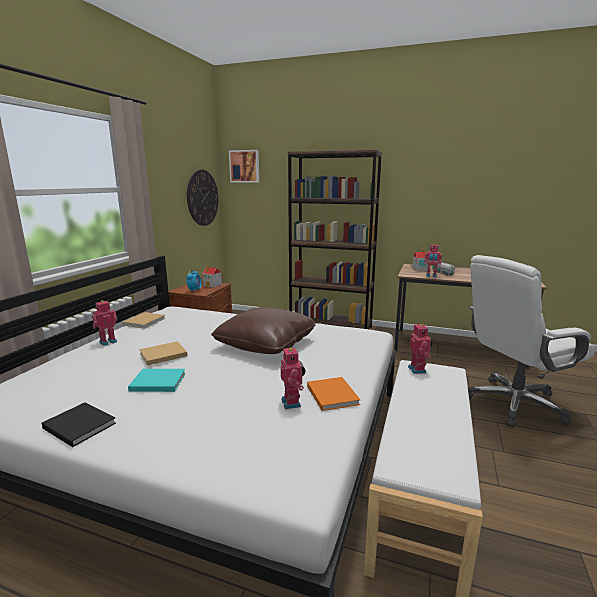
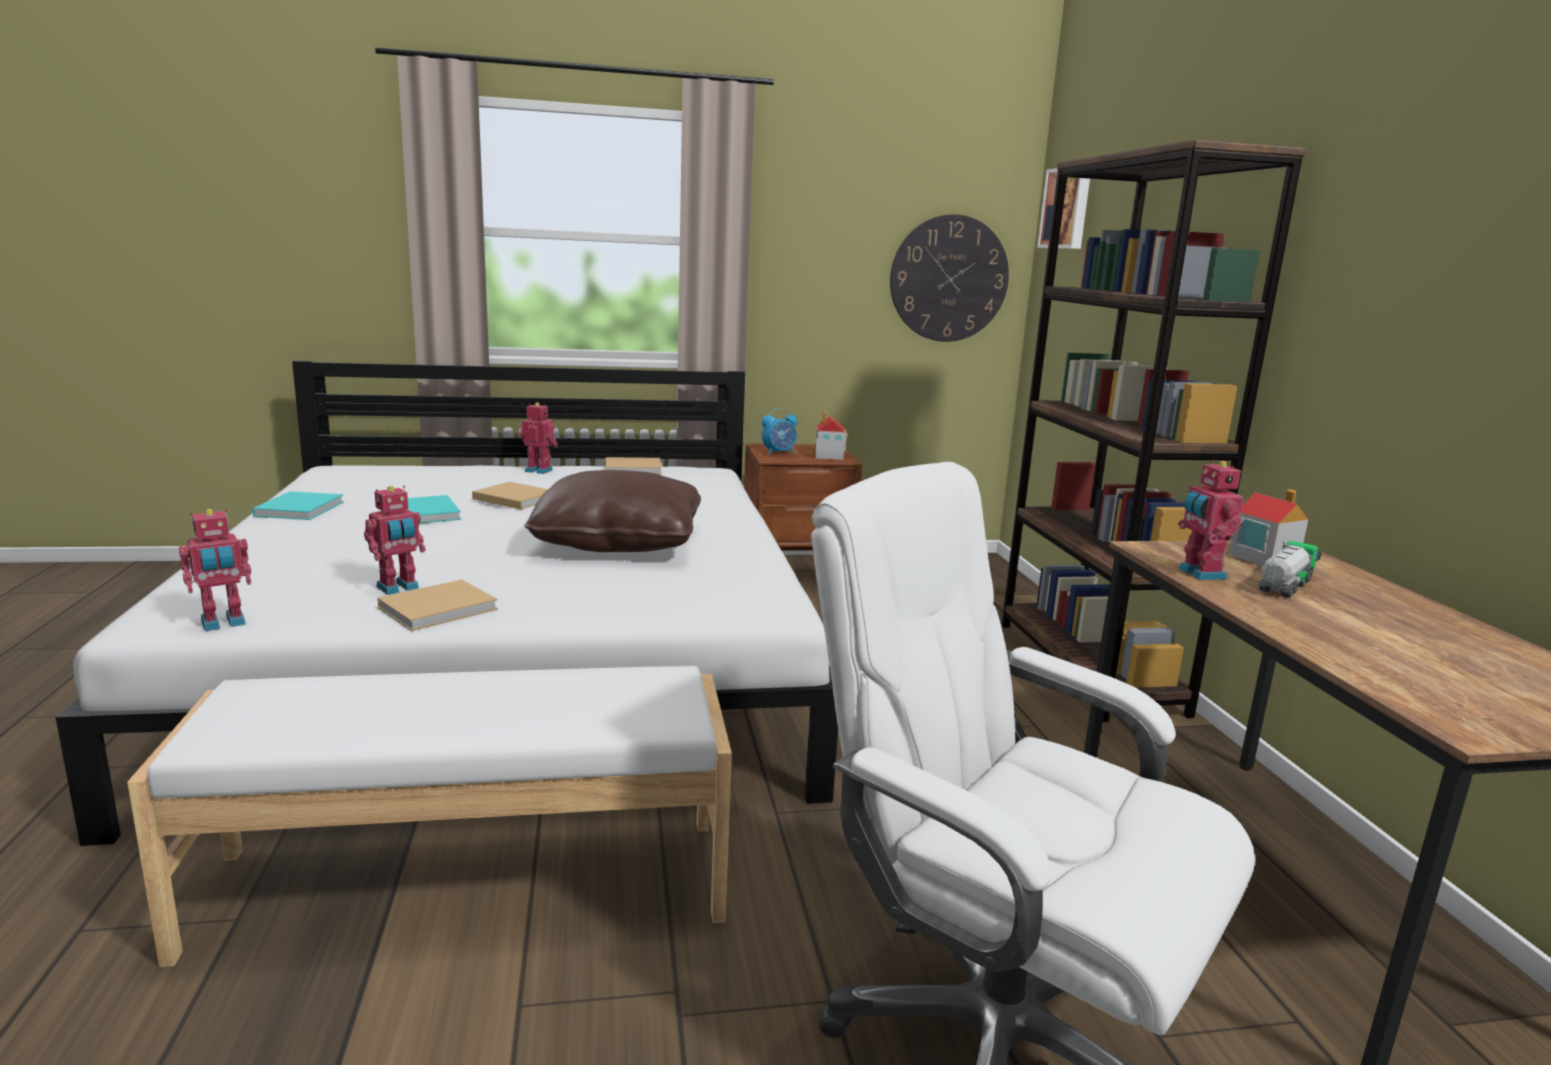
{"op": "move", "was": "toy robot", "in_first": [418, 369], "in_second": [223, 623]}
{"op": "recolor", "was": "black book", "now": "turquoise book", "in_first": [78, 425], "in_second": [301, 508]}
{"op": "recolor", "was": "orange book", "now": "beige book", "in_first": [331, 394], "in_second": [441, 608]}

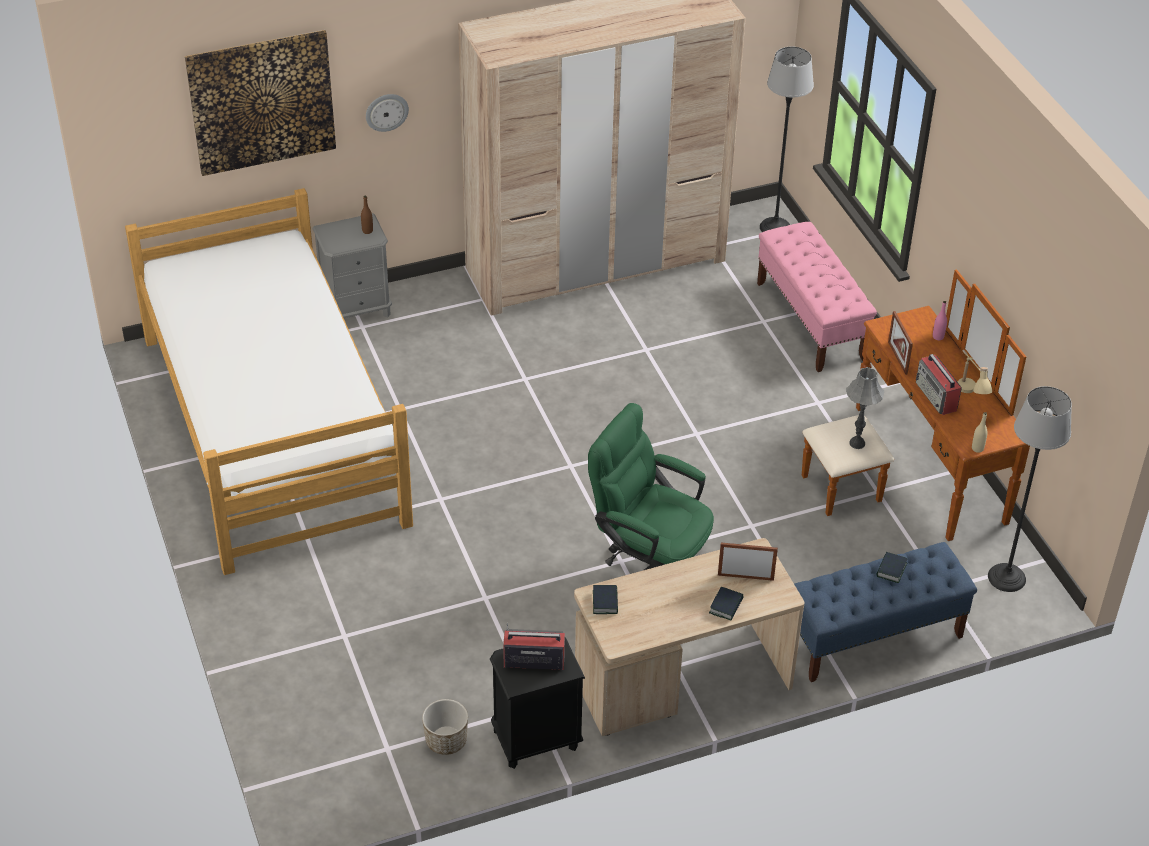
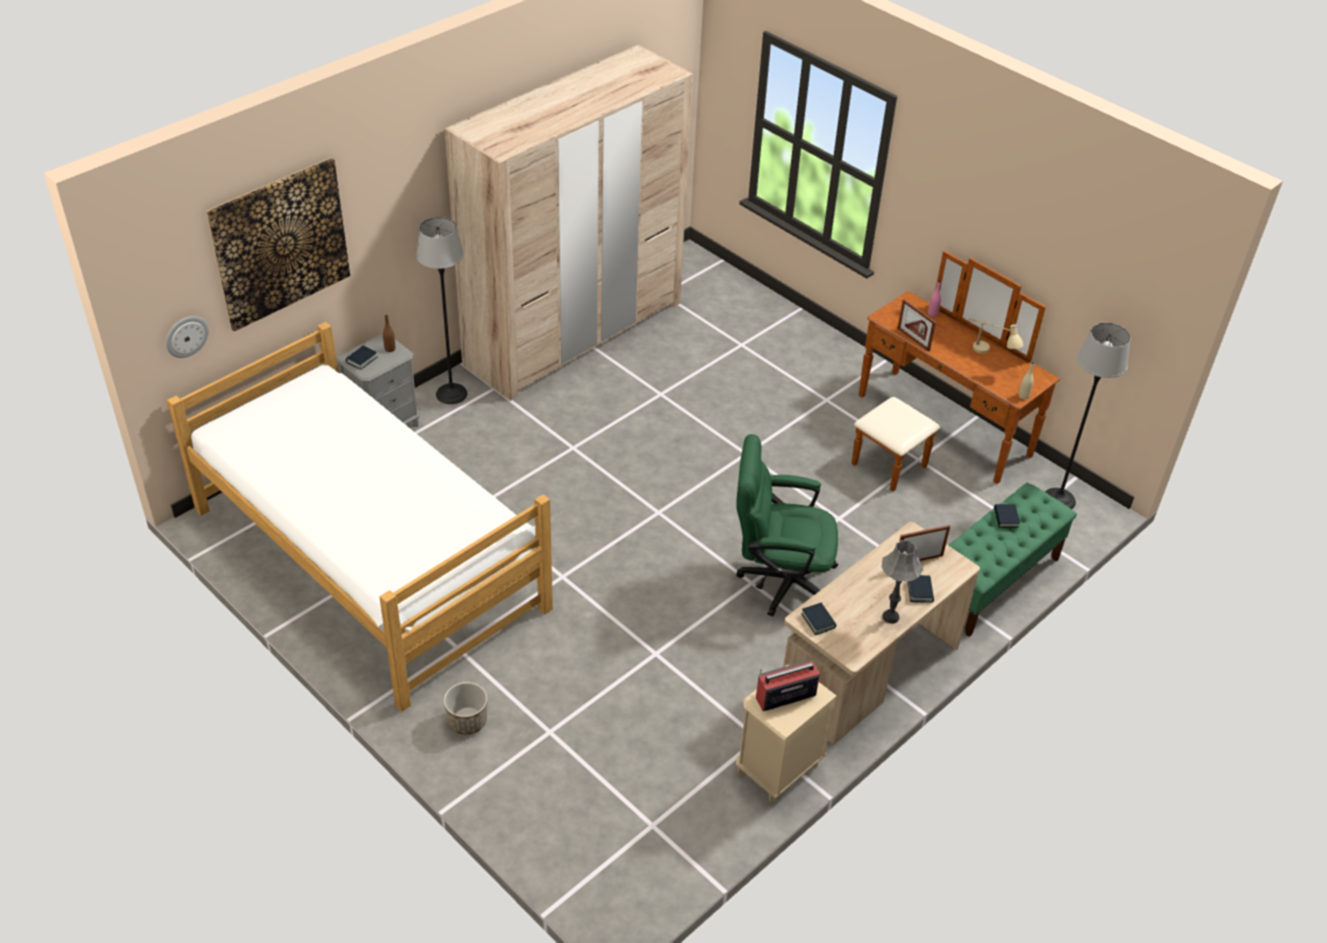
{"op": "move", "was": "wall clock", "in_first": [386, 112], "in_second": [186, 336]}
{"op": "insert", "now": "book", "in_second": [361, 360]}
{"op": "move", "was": "floor lamp", "in_first": [775, 227], "in_second": [451, 393]}
{"op": "move", "was": "planter", "in_first": [446, 740], "in_second": [467, 721]}
{"op": "recolor", "was": "black nightstand", "now": "beige nightstand", "in_first": [535, 740], "in_second": [777, 769]}
{"op": "move", "was": "grey table lamp", "in_first": [857, 443], "in_second": [890, 617]}
{"op": "recolor", "was": "blue bench", "now": "green bench", "in_first": [873, 637], "in_second": [992, 582]}
{"op": "delete", "was": "pink bench", "in_first": [811, 321]}
{"op": "delete", "was": "radio", "in_first": [936, 396]}

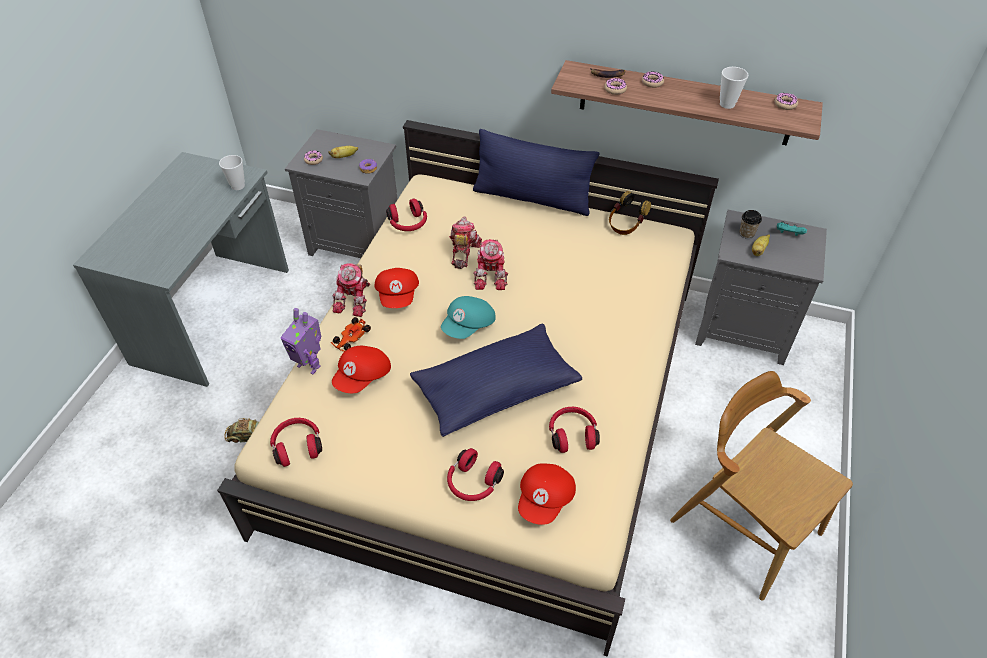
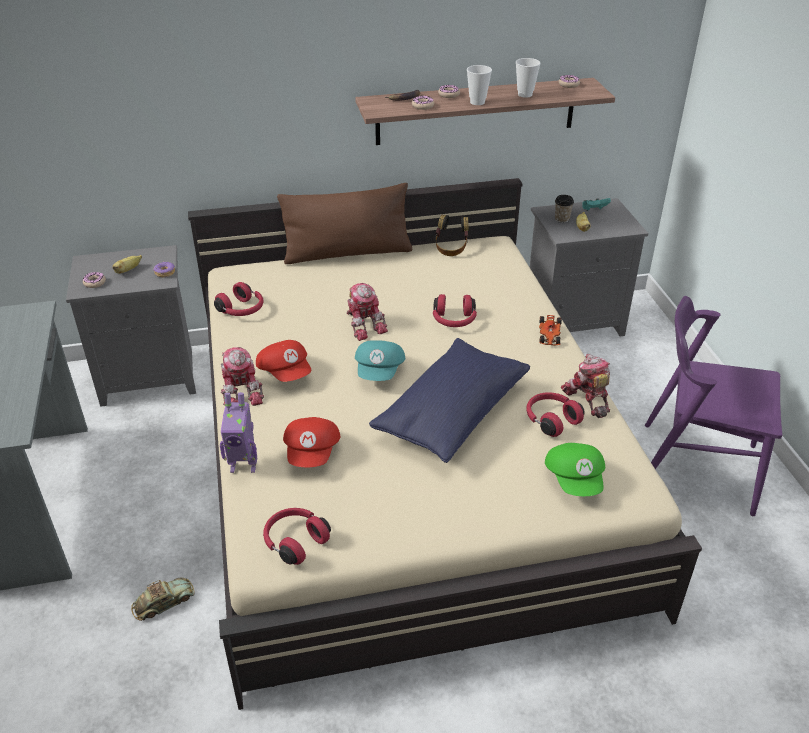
{"op": "recolor", "was": "blue pillow", "now": "brown pillow", "in_first": [532, 198], "in_second": [347, 253]}
{"op": "move", "was": "red headphones", "in_first": [473, 483], "in_second": [454, 320]}
{"op": "move", "was": "cup", "in_first": [238, 186], "in_second": [477, 102]}
{"op": "move", "was": "toy car", "in_first": [351, 338], "in_second": [549, 335]}
{"op": "recolor", "was": "red cap", "now": "green cap", "in_first": [545, 499], "in_second": [575, 479]}
{"op": "move", "was": "toy robot", "in_first": [463, 252], "in_second": [587, 398]}
{"op": "recolor", "was": "brown chair", "now": "purple chair", "in_first": [745, 526], "in_second": [696, 467]}

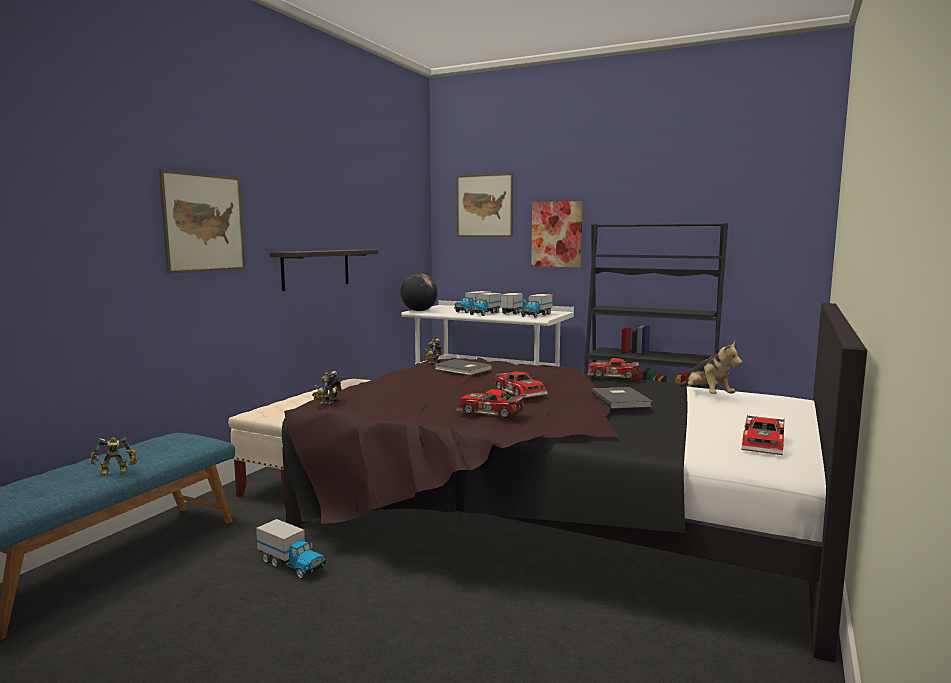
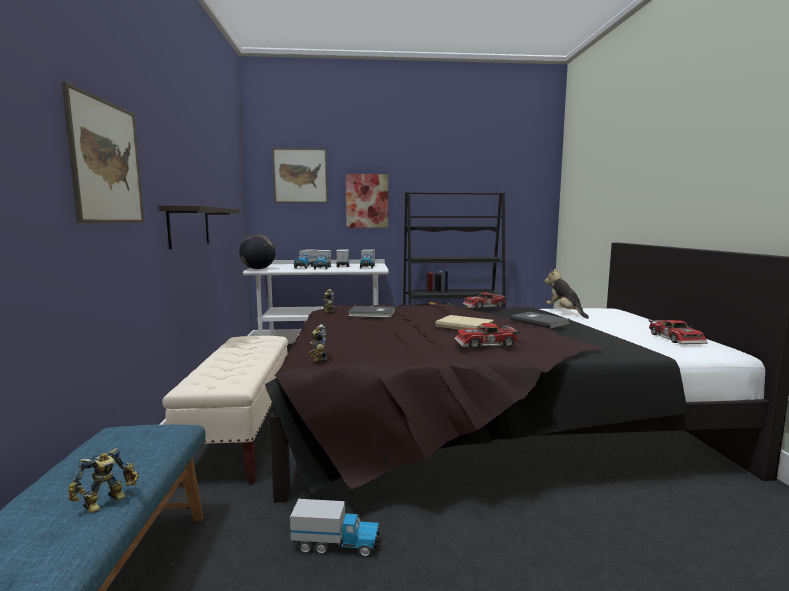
{"op": "replace", "was": "toy car", "now": "beige book", "in_first": [521, 392], "in_second": [464, 325]}
{"op": "rotate", "was": "plush toy", "in_first": [707, 395], "in_second": [565, 312], "clockwise": -150}

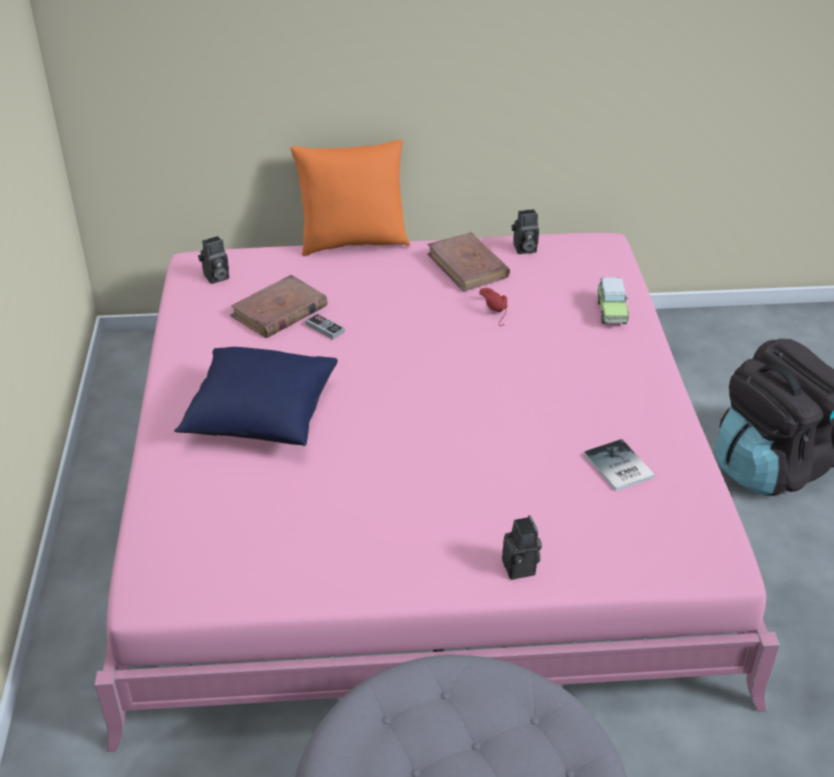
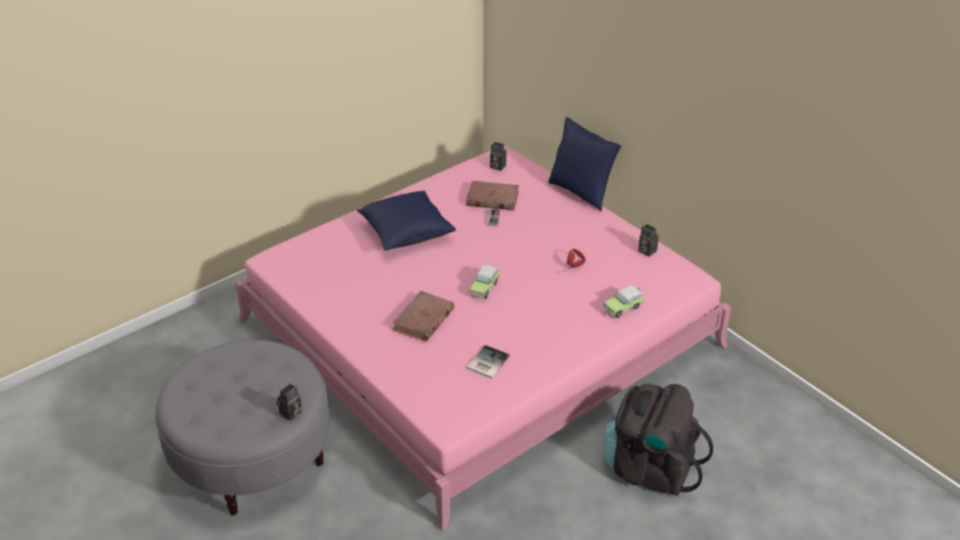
{"op": "move", "was": "photo camera", "in_first": [521, 568], "in_second": [291, 414]}
{"op": "move", "was": "brown book", "in_first": [468, 266], "in_second": [423, 319]}
{"op": "insert", "now": "toy car", "in_second": [484, 287]}
{"op": "recolor", "was": "orange pillow", "now": "blue pillow", "in_first": [353, 242], "in_second": [581, 192]}

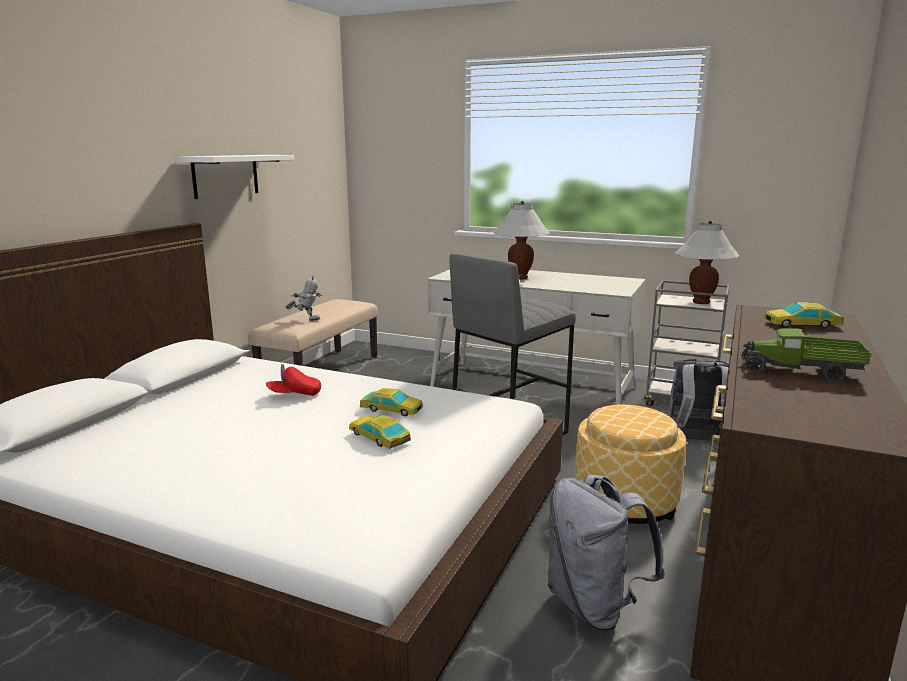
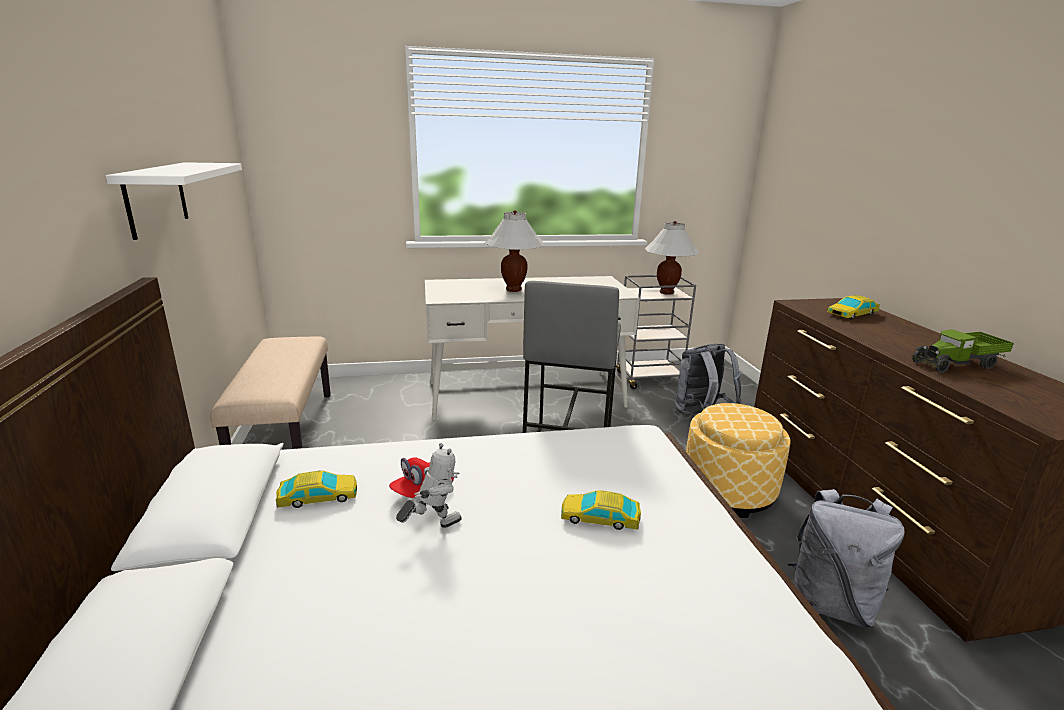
{"op": "move", "was": "toy car", "in_first": [391, 409], "in_second": [318, 496]}
{"op": "move", "was": "toy robot", "in_first": [306, 319], "in_second": [433, 526]}

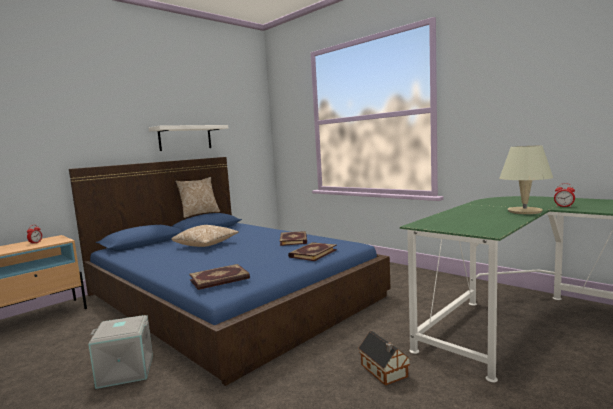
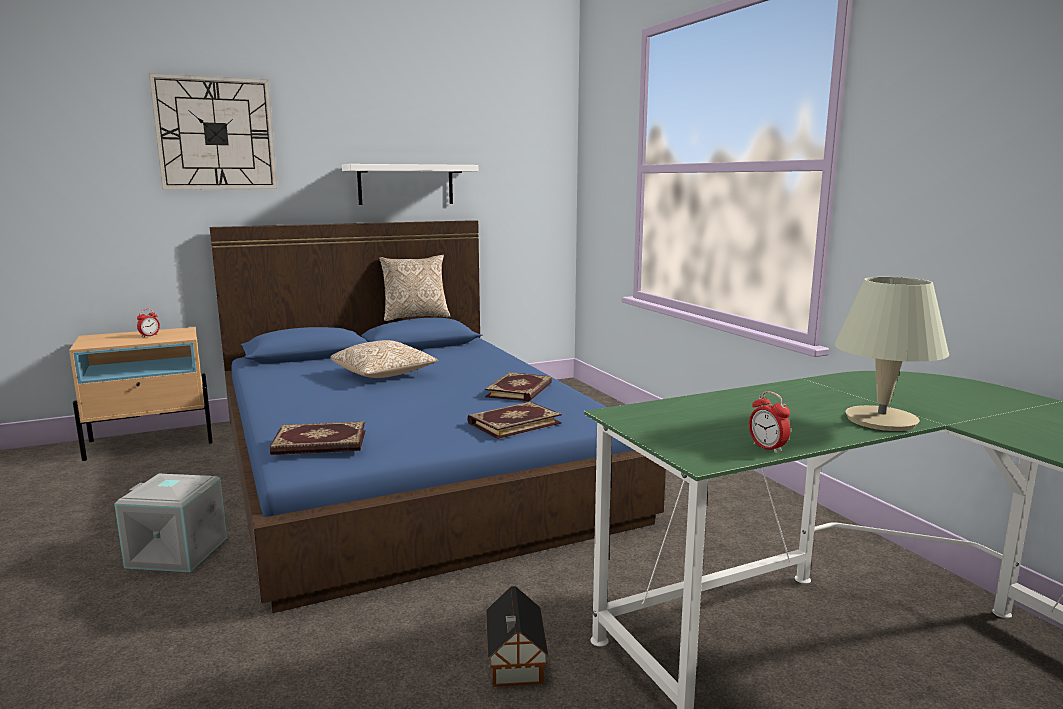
{"op": "insert", "now": "wall clock", "in_second": [215, 134]}
{"op": "move", "was": "alarm clock", "in_first": [564, 206], "in_second": [767, 448]}

